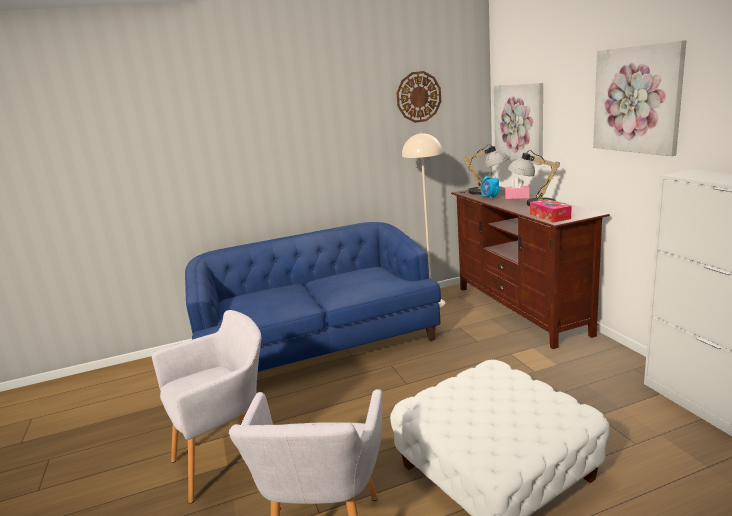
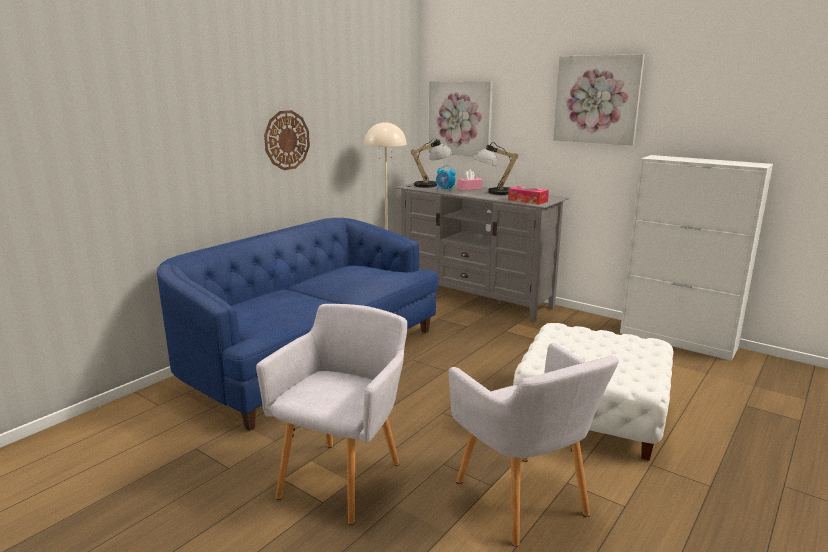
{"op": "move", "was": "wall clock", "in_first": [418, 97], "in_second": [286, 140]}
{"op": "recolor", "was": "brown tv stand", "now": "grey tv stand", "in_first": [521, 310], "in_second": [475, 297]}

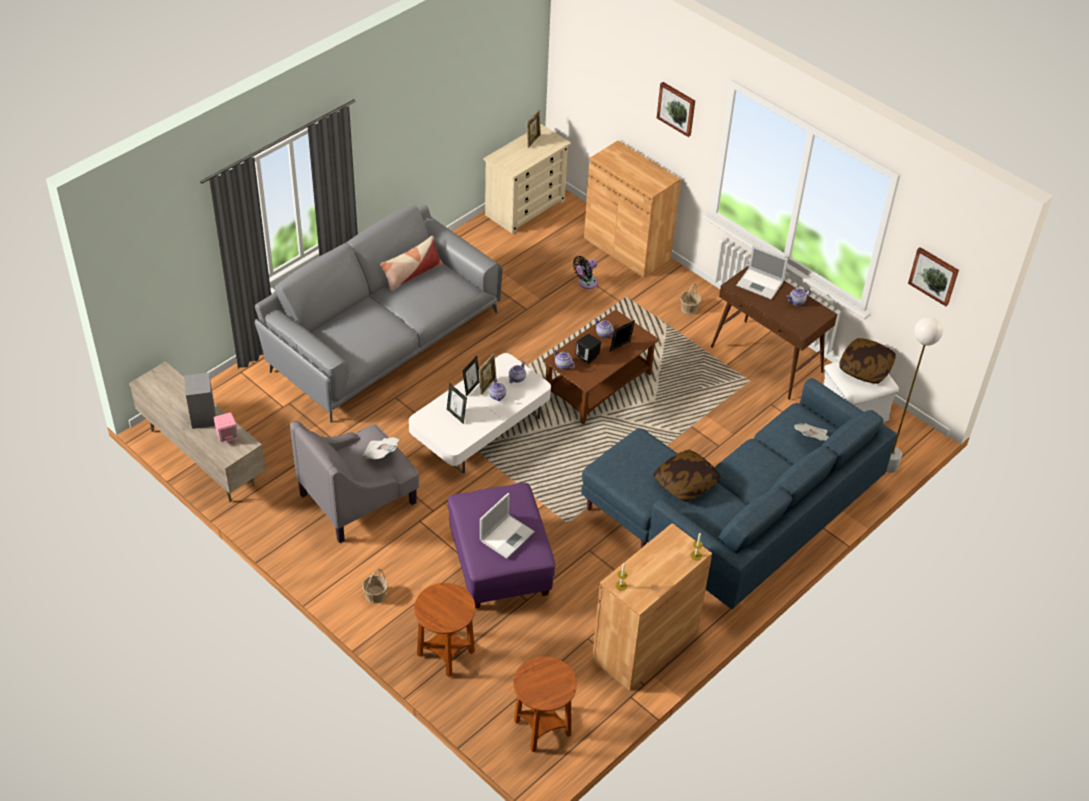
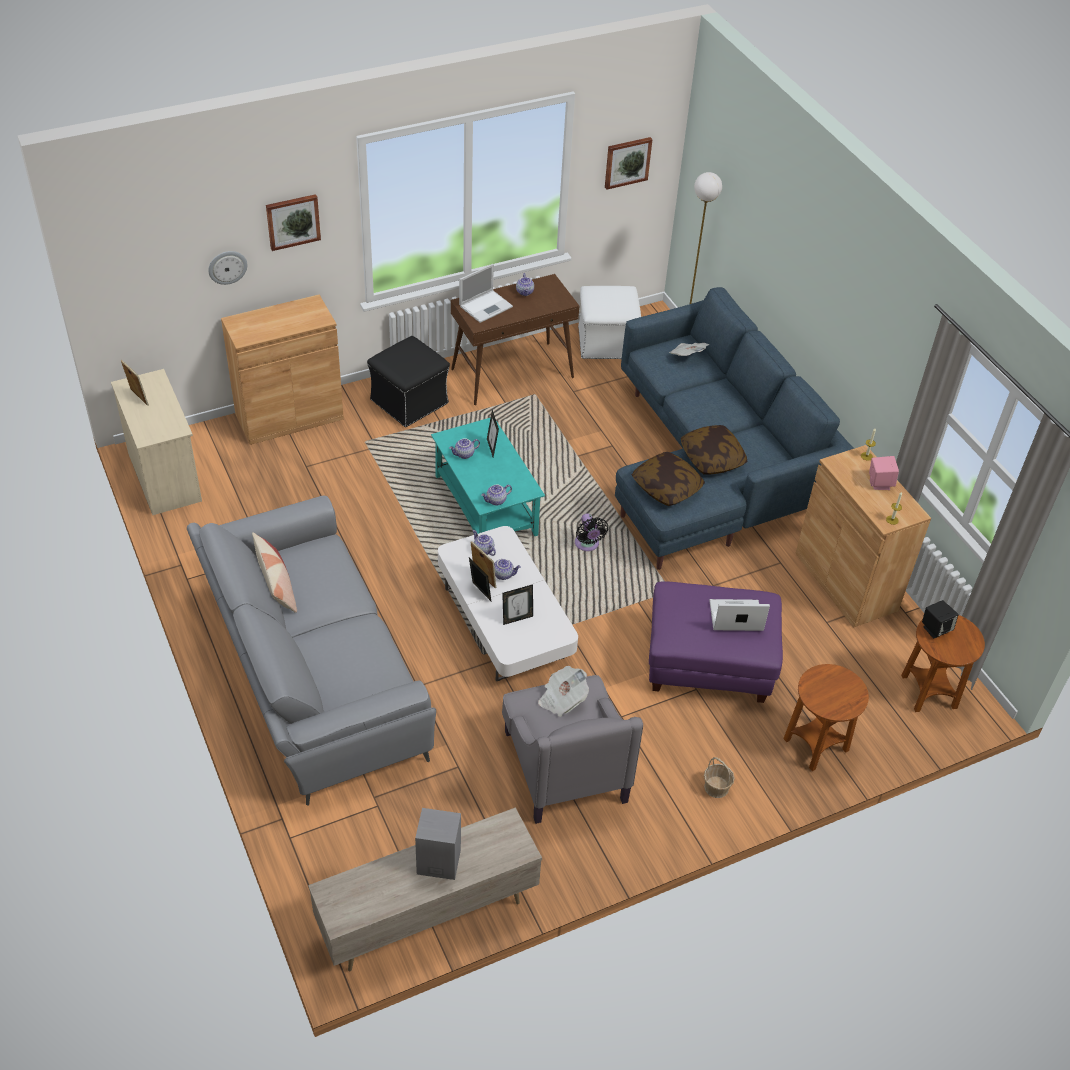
{"op": "insert", "now": "wall clock", "in_second": [227, 267]}
{"op": "replace", "was": "basket", "now": "black ottoman", "in_first": [689, 308], "in_second": [410, 401]}
{"op": "recolor", "was": "brown coffee table", "now": "turquoise coffee table", "in_first": [598, 386], "in_second": [486, 506]}
{"op": "move", "was": "black fan", "in_first": [586, 283], "in_second": [587, 545]}
{"op": "move", "was": "pillow", "in_first": [865, 368], "in_second": [666, 487]}
{"op": "rotate", "was": "laptop", "in_first": [507, 535], "in_second": [734, 616], "clockwise": -60}
{"op": "move", "was": "pink speaker", "in_first": [227, 436], "in_second": [879, 483]}
{"op": "move", "was": "black speaker", "in_first": [587, 357], "in_second": [935, 629]}

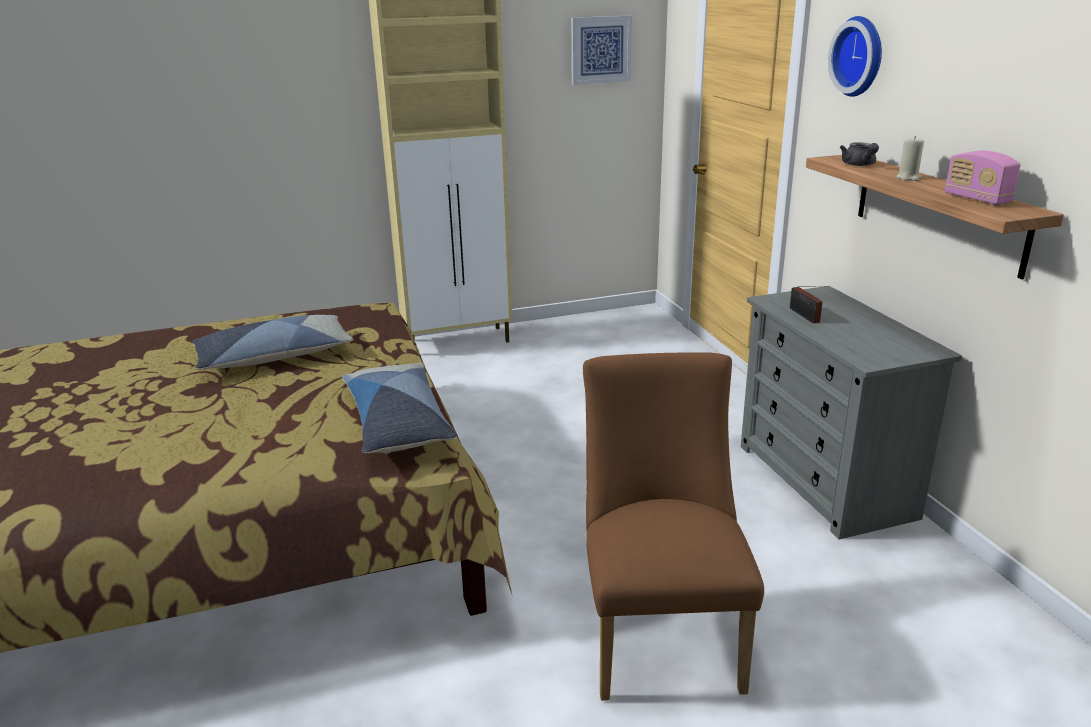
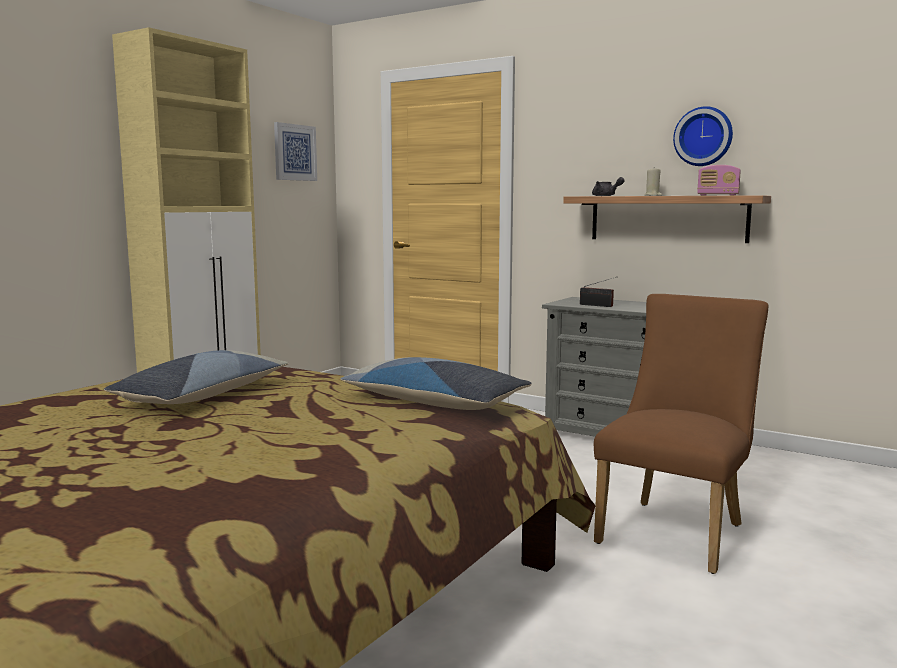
{"op": "rotate", "was": "brown chair", "in_first": [659, 632], "in_second": [676, 530], "clockwise": 75}
{"op": "move", "was": "wall clock", "in_first": [860, 56], "in_second": [703, 137]}

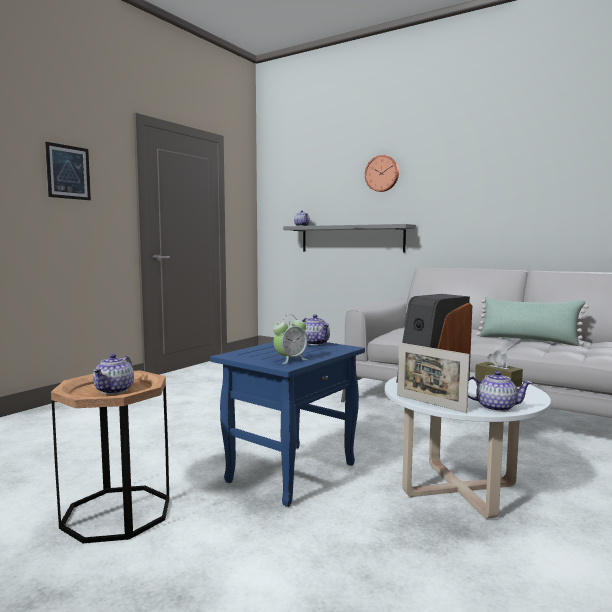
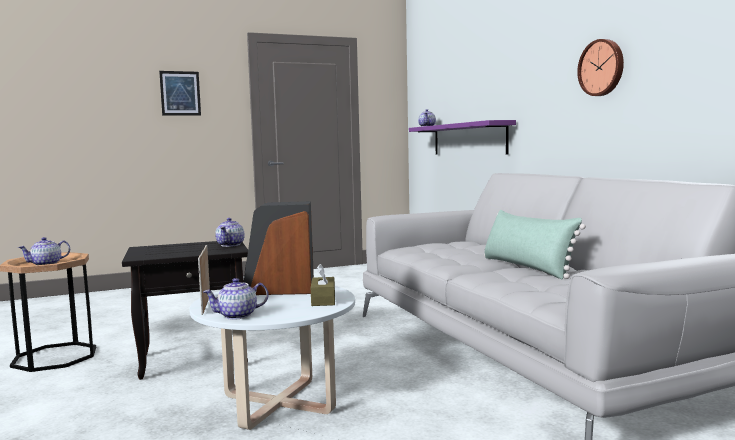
{"op": "recolor", "was": "blue side table", "now": "black side table", "in_first": [292, 472], "in_second": [195, 359]}
{"op": "rotate", "was": "teapot", "in_first": [495, 407], "in_second": [238, 315], "clockwise": 105}
{"op": "recolor", "was": "grey shelf", "now": "purple shelf", "in_first": [351, 239], "in_second": [468, 139]}
{"op": "move", "was": "wall clock", "in_first": [382, 173], "in_second": [602, 68]}
{"op": "delete", "was": "alarm clock", "in_first": [290, 360]}

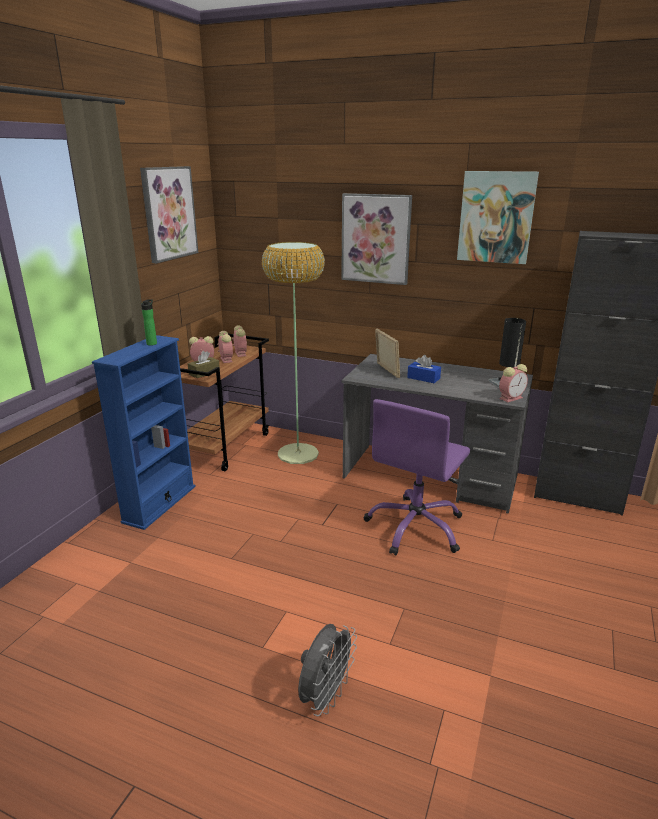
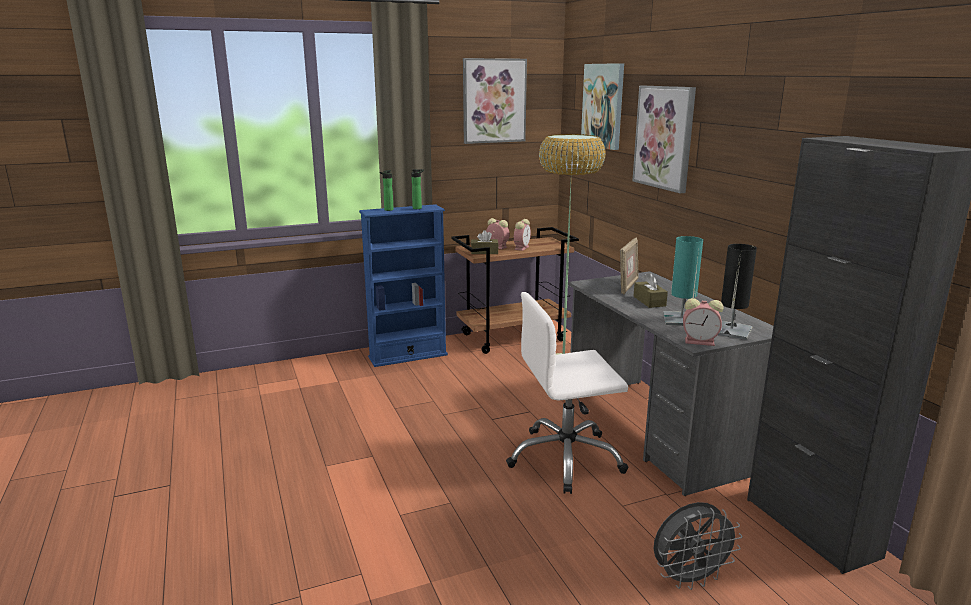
{"op": "insert", "now": "bottle", "in_second": [387, 210]}
{"op": "recolor", "was": "purple office chair", "now": "white office chair", "in_first": [416, 527], "in_second": [566, 459]}
{"op": "move", "was": "picture", "in_first": [496, 217], "in_second": [603, 105]}
{"op": "recolor", "was": "blue tissue box", "now": "brown tissue box", "in_first": [423, 378], "in_second": [649, 301]}
{"op": "move", "was": "grey fan", "in_first": [325, 696], "in_second": [689, 579]}
{"op": "insert", "now": "turquoise table lamp", "in_second": [681, 320]}
{"op": "delete", "was": "alarm clock", "in_first": [240, 353]}

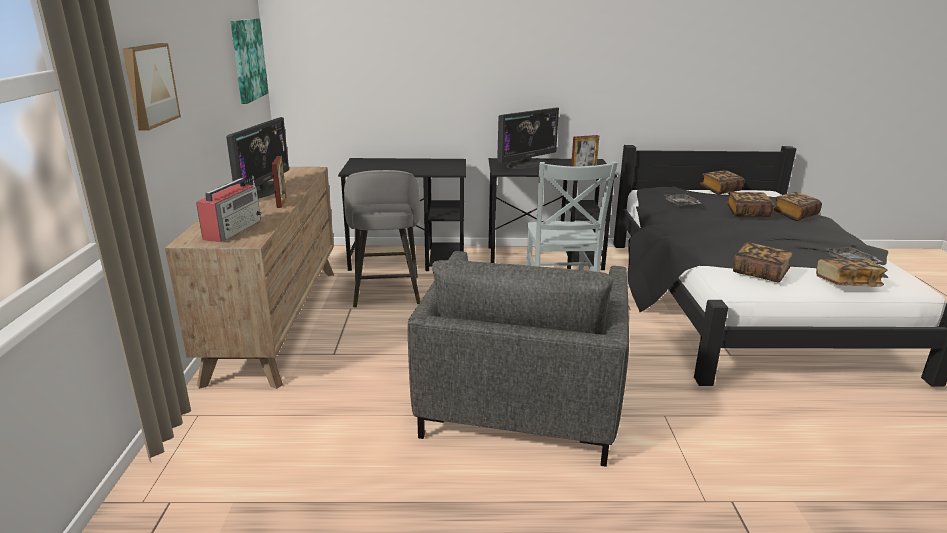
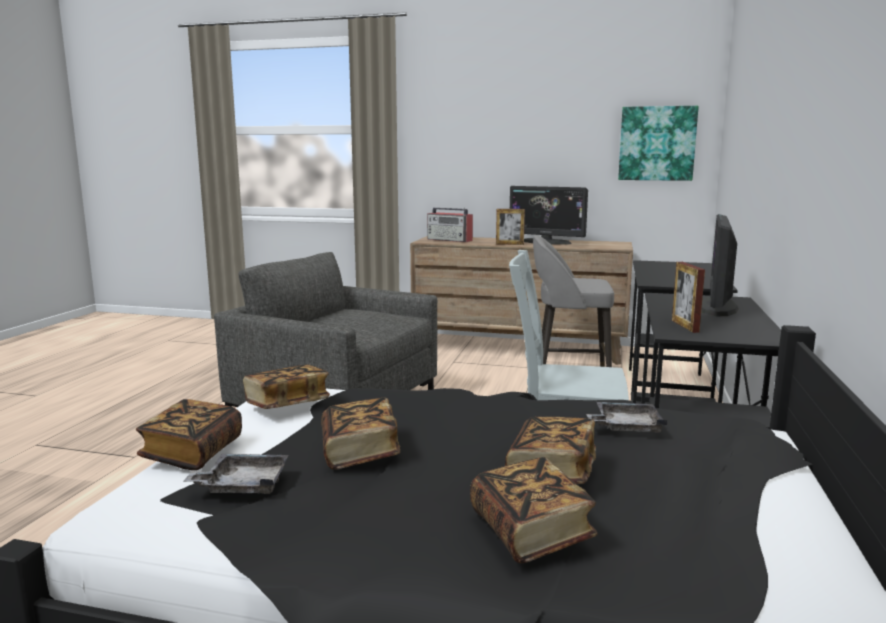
{"op": "move", "was": "book", "in_first": [720, 190], "in_second": [360, 452]}
{"op": "rotate", "was": "monitor", "in_first": [526, 164], "in_second": [716, 307], "clockwise": 45}
{"op": "delete", "was": "picture", "in_first": [149, 85]}

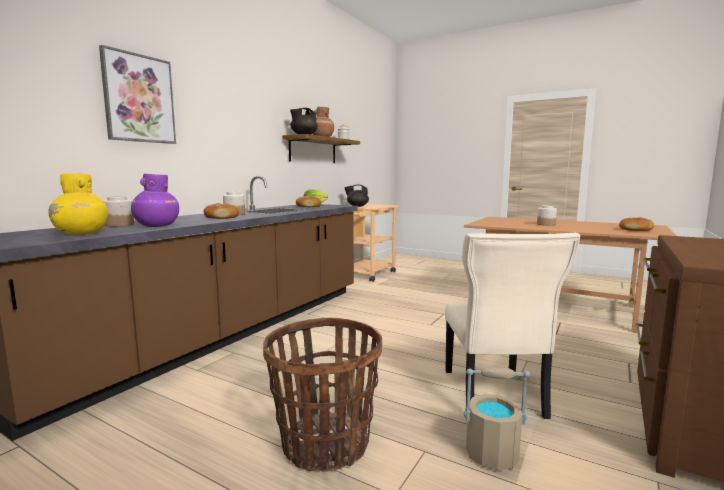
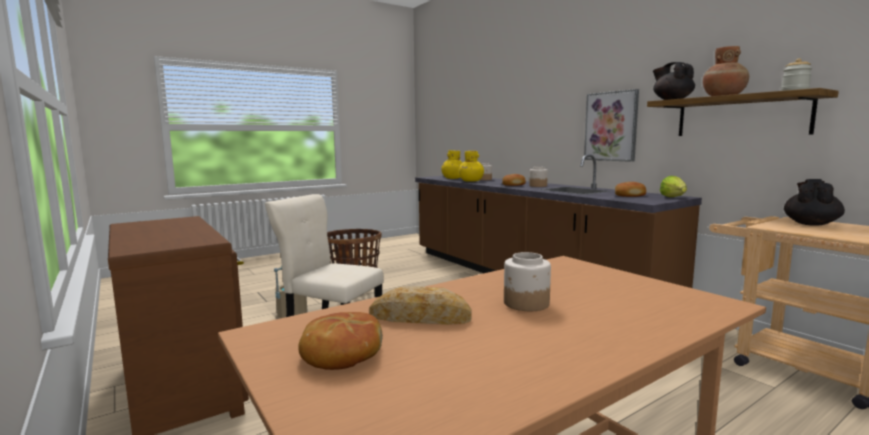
{"op": "insert", "now": "bread", "in_second": [420, 317]}
{"op": "recolor", "was": "purple vase", "now": "yellow vase", "in_first": [156, 226], "in_second": [471, 181]}
{"op": "move", "was": "picture", "in_first": [139, 99], "in_second": [611, 126]}

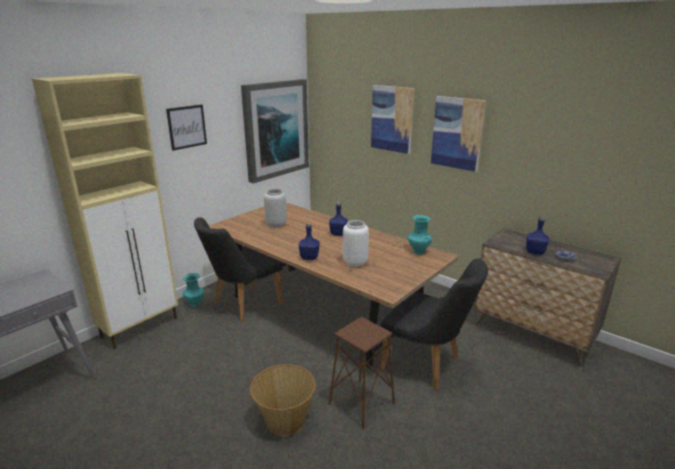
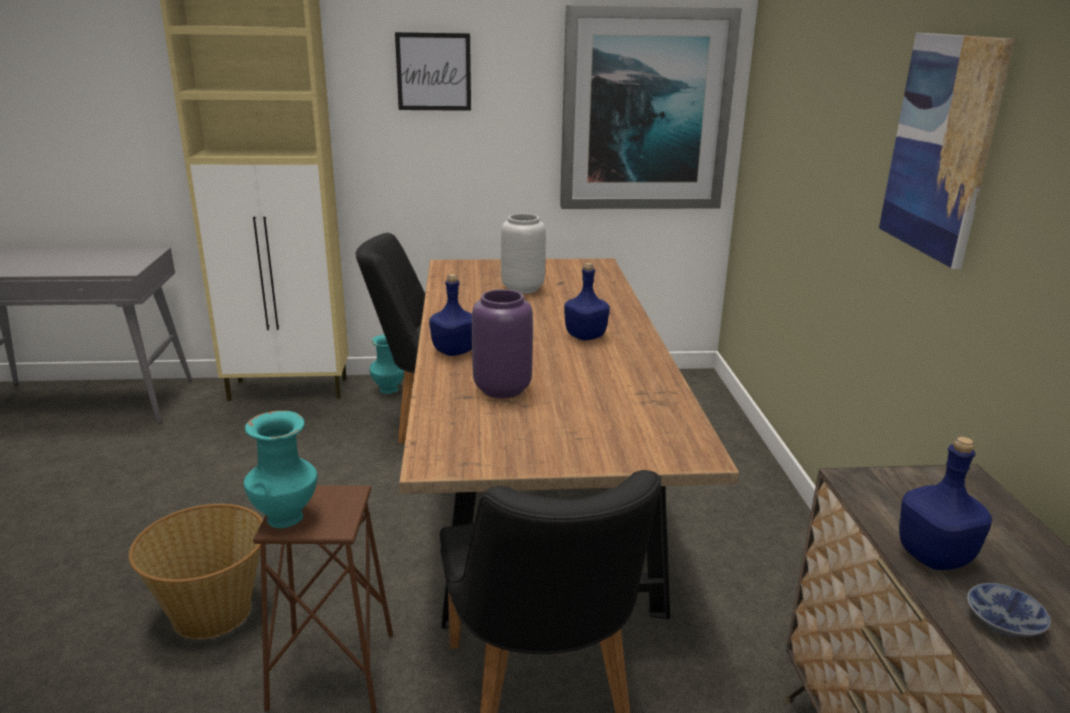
{"op": "move", "was": "turquoise vase", "in_first": [418, 251], "in_second": [286, 517]}
{"op": "recolor", "was": "white vase", "now": "purple vase", "in_first": [355, 263], "in_second": [502, 389]}
{"op": "delete", "was": "picture", "in_first": [392, 119]}

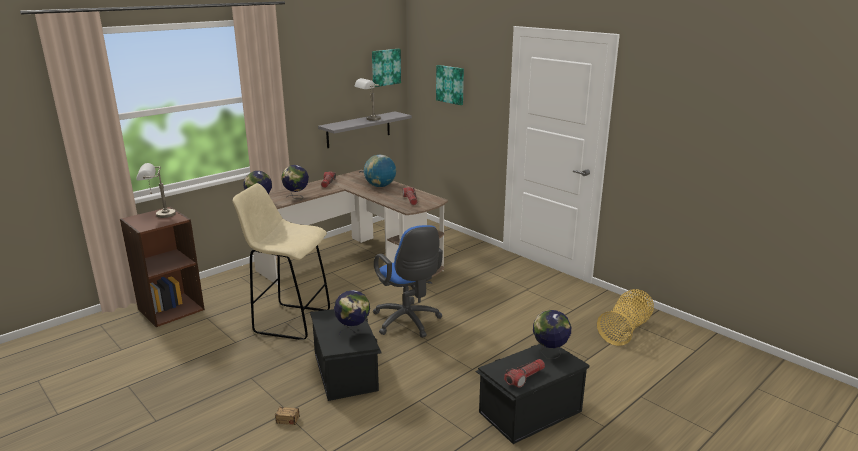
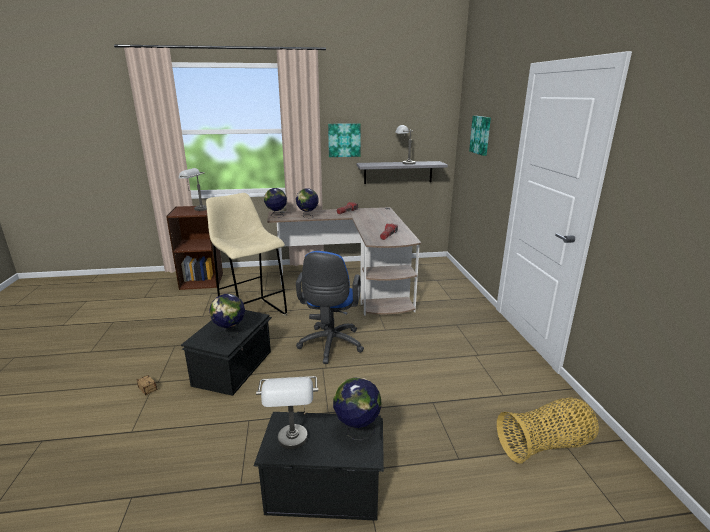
{"op": "replace", "was": "flashlight", "now": "grey table lamp", "in_first": [525, 377], "in_second": [293, 446]}
{"op": "move", "was": "picture", "in_first": [385, 67], "in_second": [344, 140]}
{"op": "delete", "was": "globe", "in_first": [380, 186]}

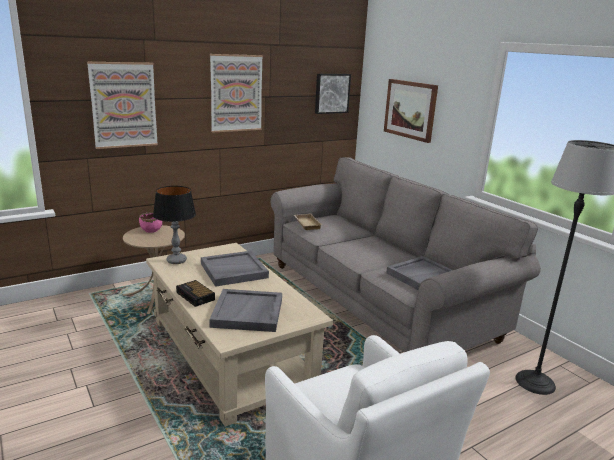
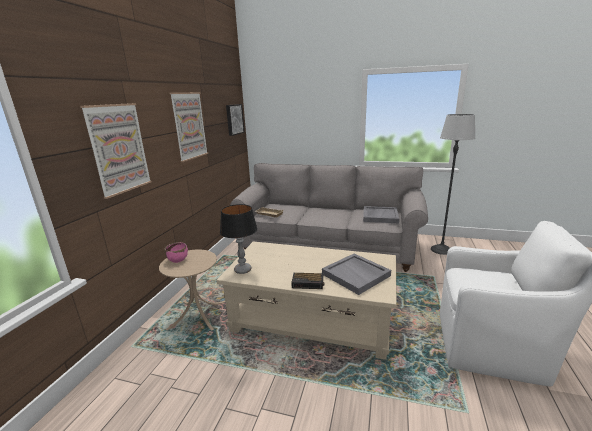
{"op": "delete", "was": "grey tray", "in_first": [233, 271]}
{"op": "delete", "was": "picture", "in_first": [410, 109]}

